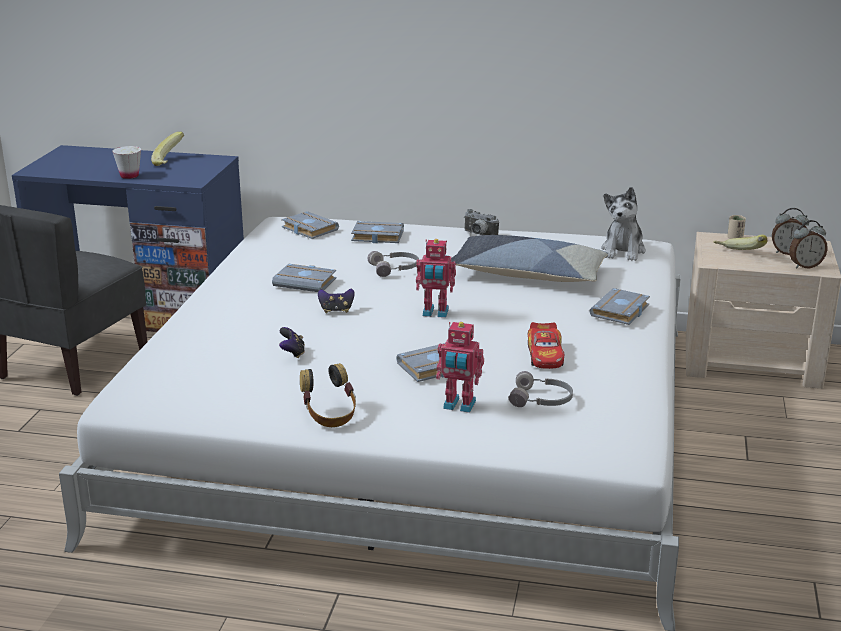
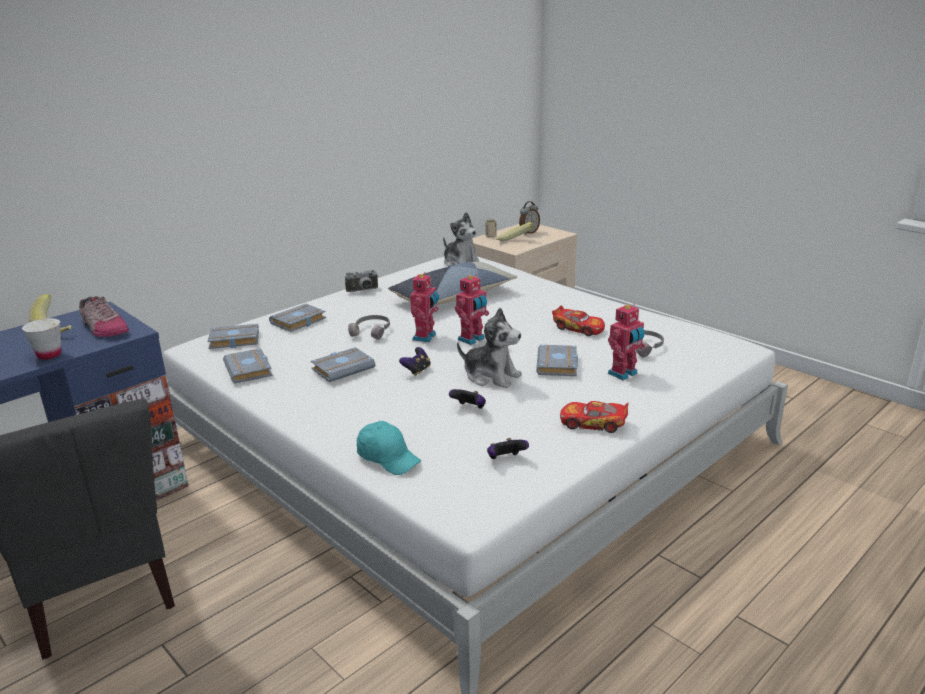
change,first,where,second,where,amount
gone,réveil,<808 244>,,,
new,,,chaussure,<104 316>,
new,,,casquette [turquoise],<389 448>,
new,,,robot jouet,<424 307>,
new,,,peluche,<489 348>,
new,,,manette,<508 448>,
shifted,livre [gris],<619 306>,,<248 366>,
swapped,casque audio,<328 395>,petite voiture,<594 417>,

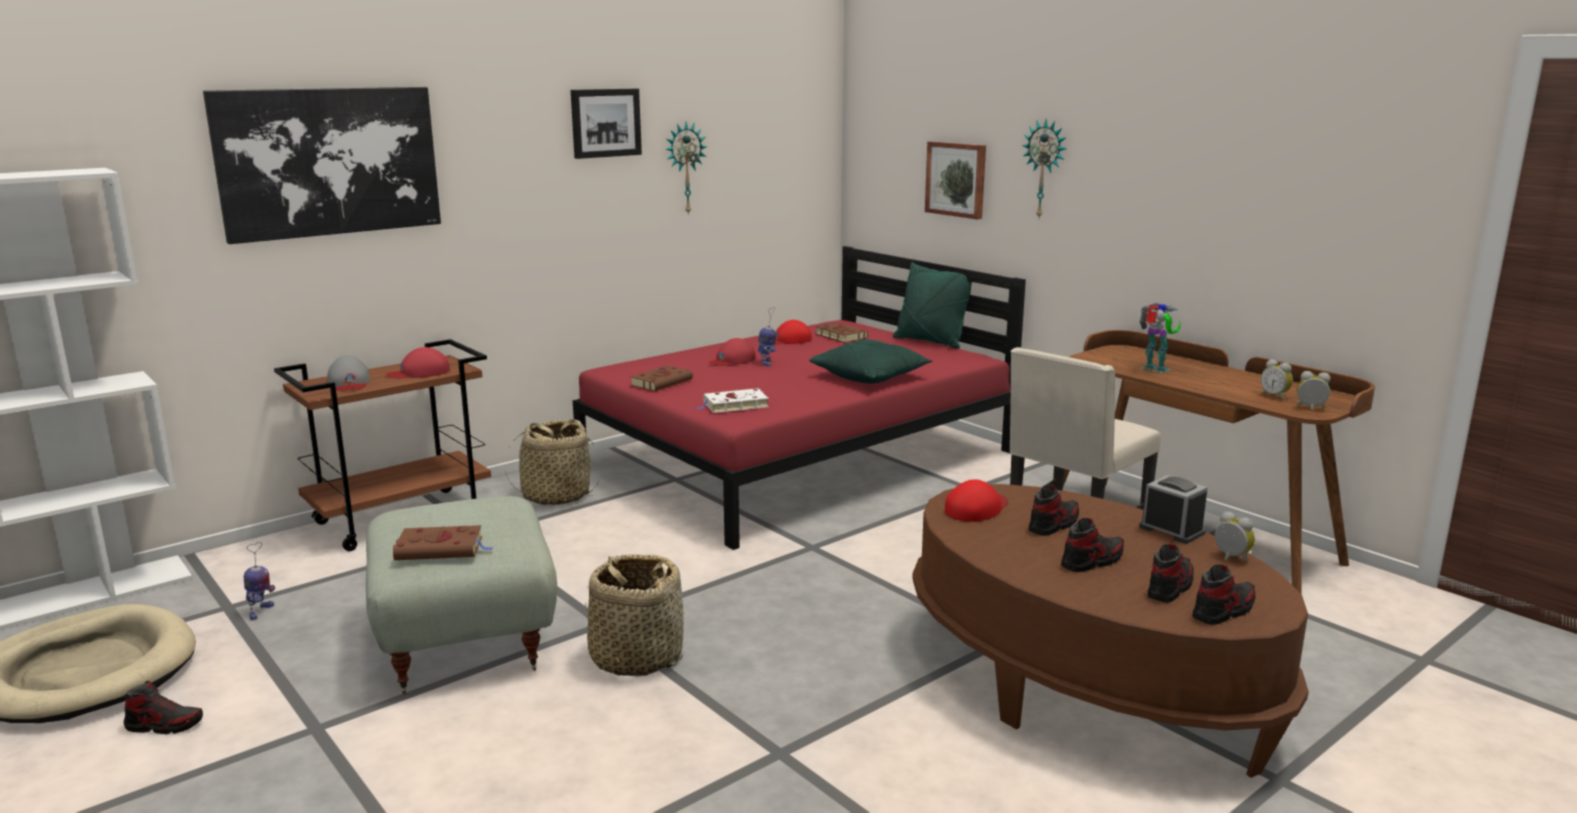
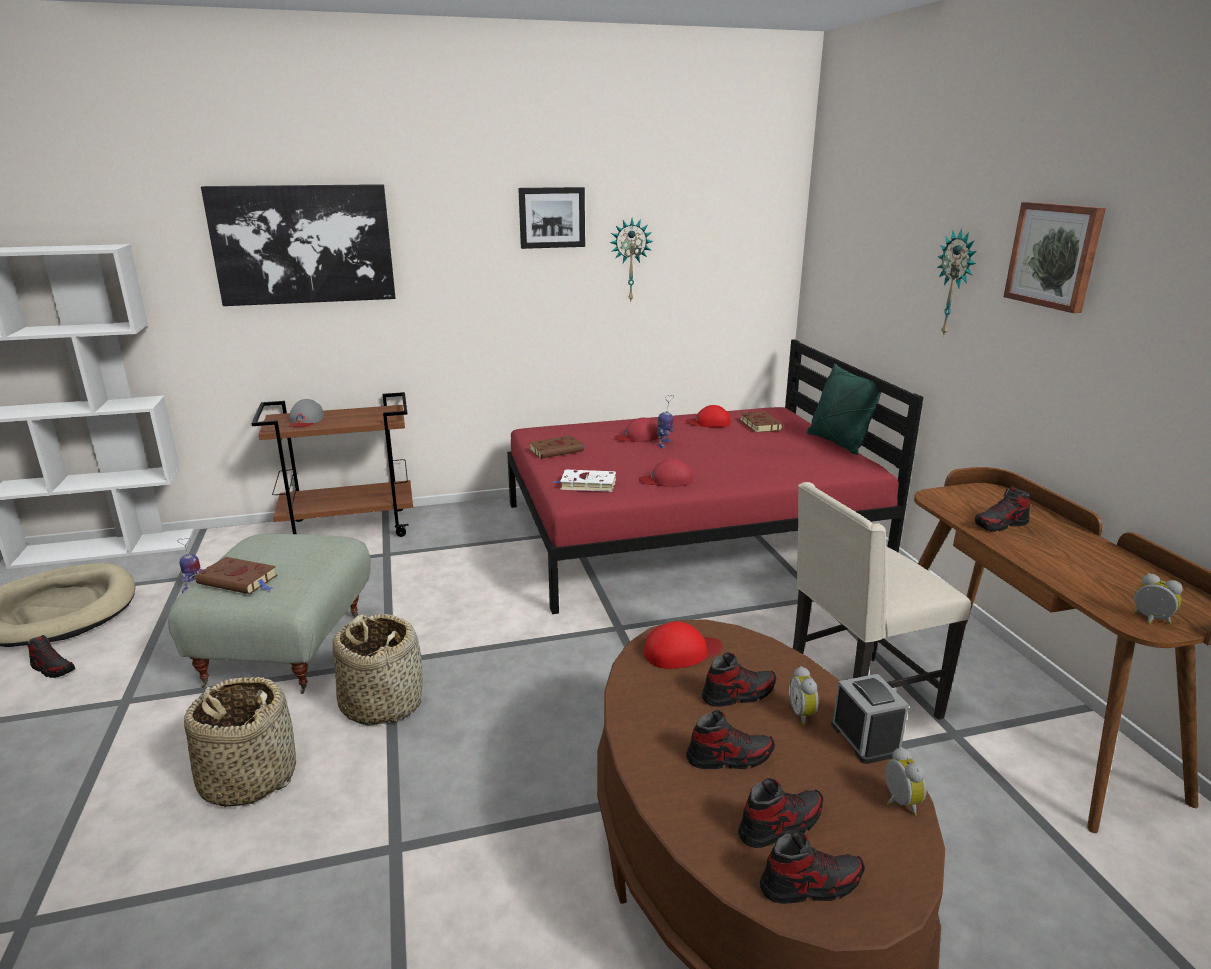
change,first,where,second,where,amount
gone,coussin [vert],<870 361>,,,
shifted,casquette [rouge],<418 363>,,<666 473>,
shifted,panier,<551 462>,,<240 742>,
shifted,tableau,<955 180>,,<1055 257>,
shifted,réveil,<1277 379>,,<803 696>,
swapped,robot jouet,<1160 338>,chaussure,<1002 509>,

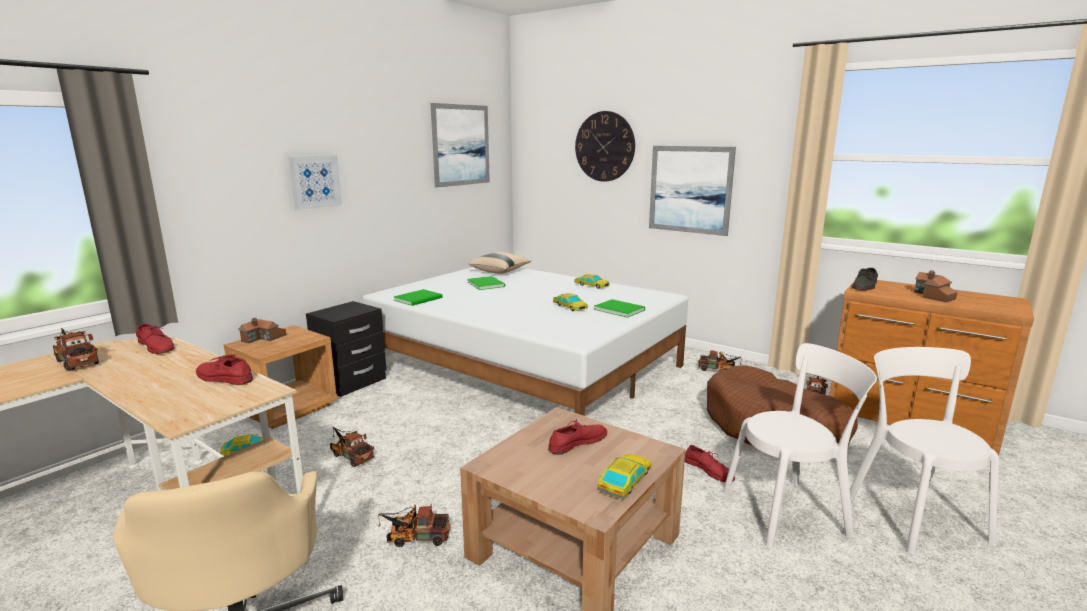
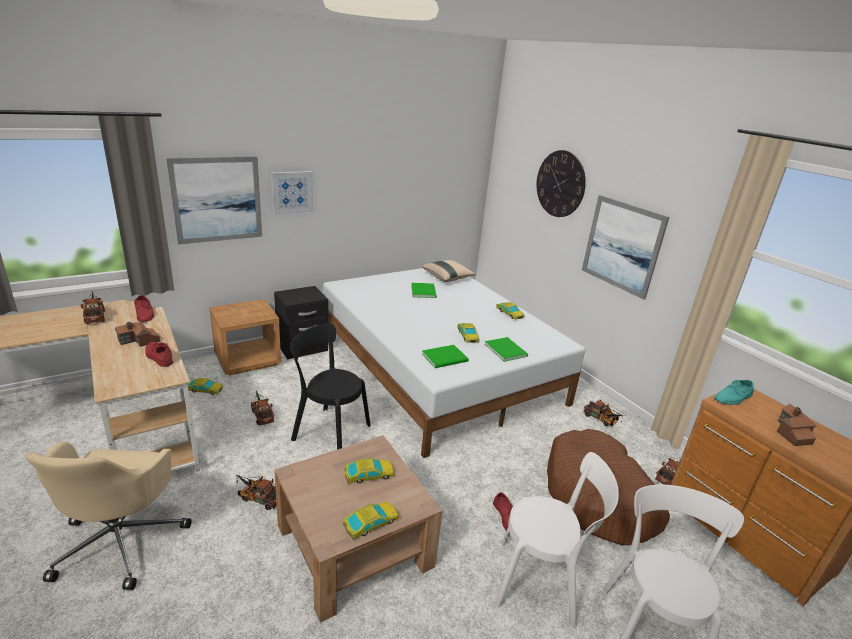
change,first,where,second,where,amount
new,,,chaise [noir],<330 386>,
shifted,maison miniature,<262 330>,,<137 334>,
shifted,livre [vert],<418 297>,,<445 356>,
shifted,tableau,<460 145>,,<214 200>,
swapped,chaussure [rouge],<577 437>,petite voiture,<369 471>,
repainted,chaussure [gris],<865 279>,chaussure [turquoise],<734 392>,

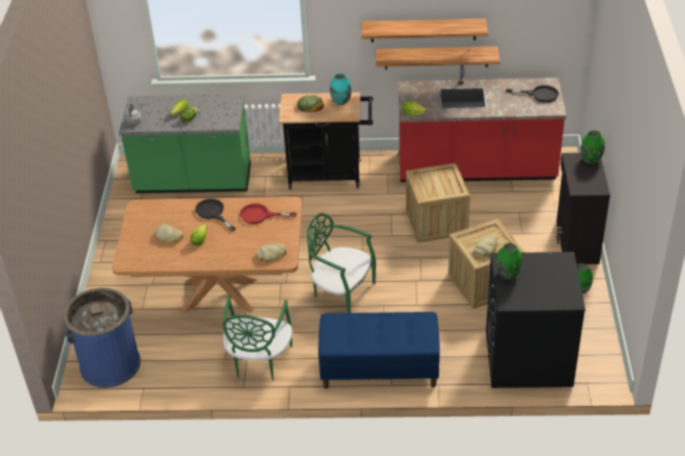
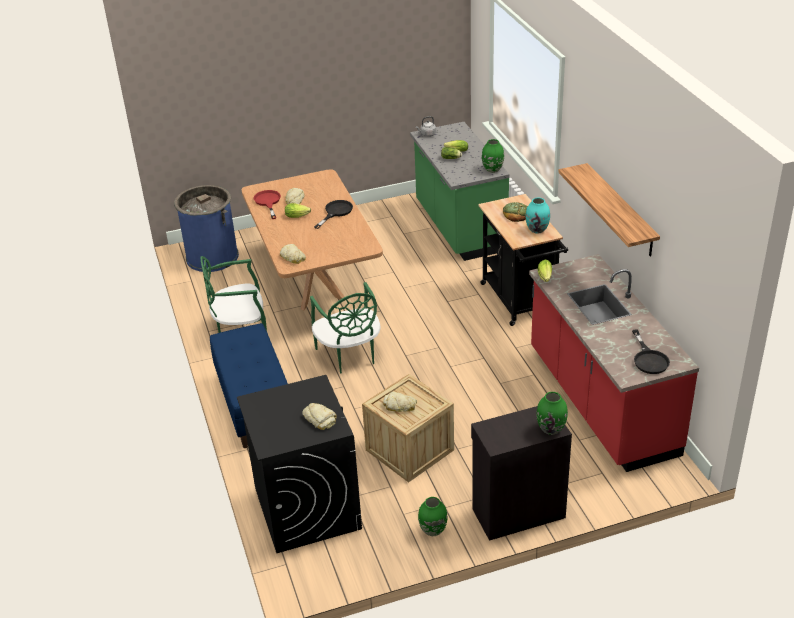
change,first,where,second,where,amount
gone,étagère,<438 57>,,,
gone,caisse,<438 203>,,,
new,,,pain,<319 416>,
shifted,poêle [rouge],<268 213>,,<267 204>,
shifted,vase [vert],<509 261>,,<493 156>,
rotated,chaise [vert],<341 263>,,<345 327>,150 degrees clockwise

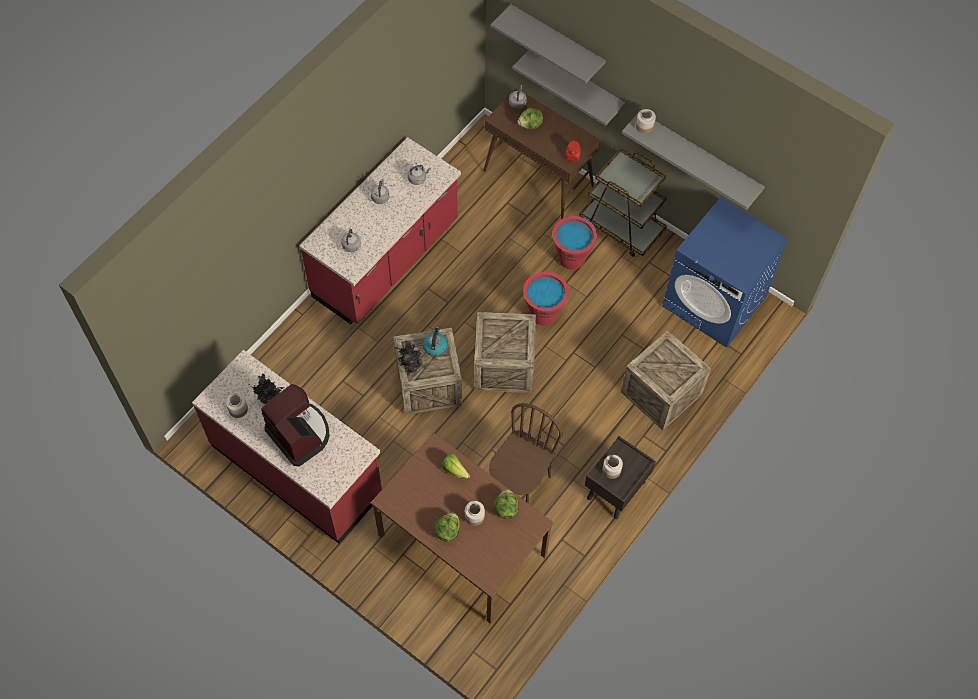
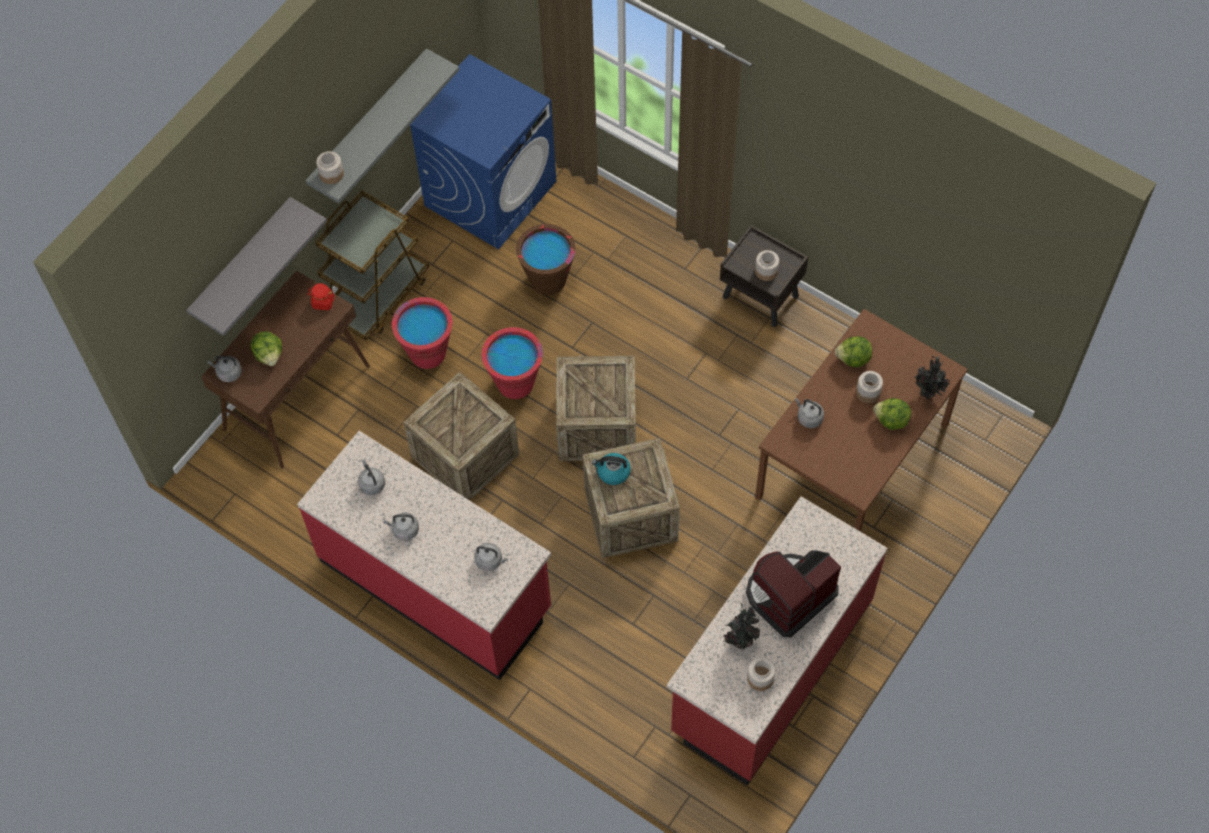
change,first,where,second,where,amount
gone,chaise [marron],<525 453>,,,
gone,étagère [gris],<548 44>,,,
new,,,seau [marron],<546 259>,
shifted,plante en pot,<408 357>,,<932 378>,
shifted,caisse,<666 380>,,<461 436>,
swapped,laitue,<456 466>,bouilloire [gris],<809 413>,

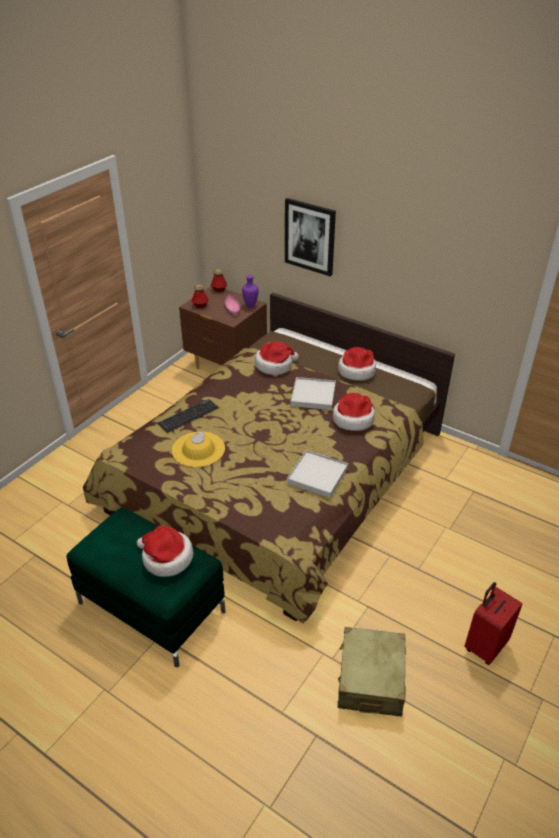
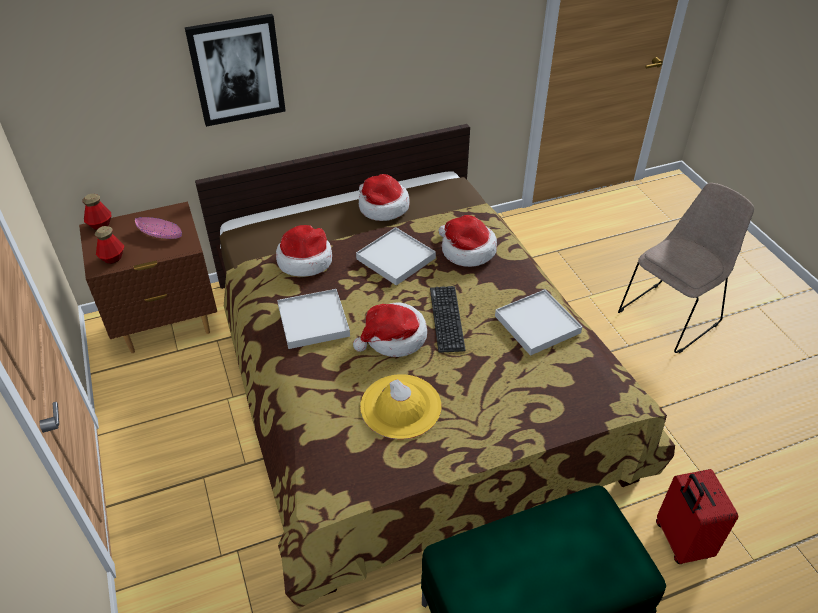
change,first,where,second,where,amount
gone,vase [violet],<250 291>,,,
gone,valise [beige],<372 671>,,,
new,,,plateau [blanc],<313 319>,
new,,,chaise [beige],<686 268>,
shifted,chapeau,<165 551>,,<390 329>,
shifted,clavier,<188 416>,,<448 319>,
shifted,valise [rouge],<493 623>,,<697 516>,

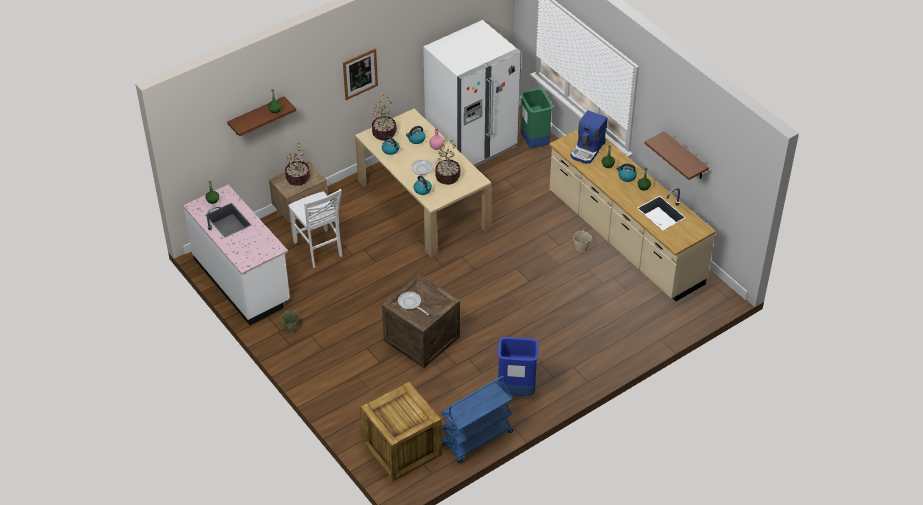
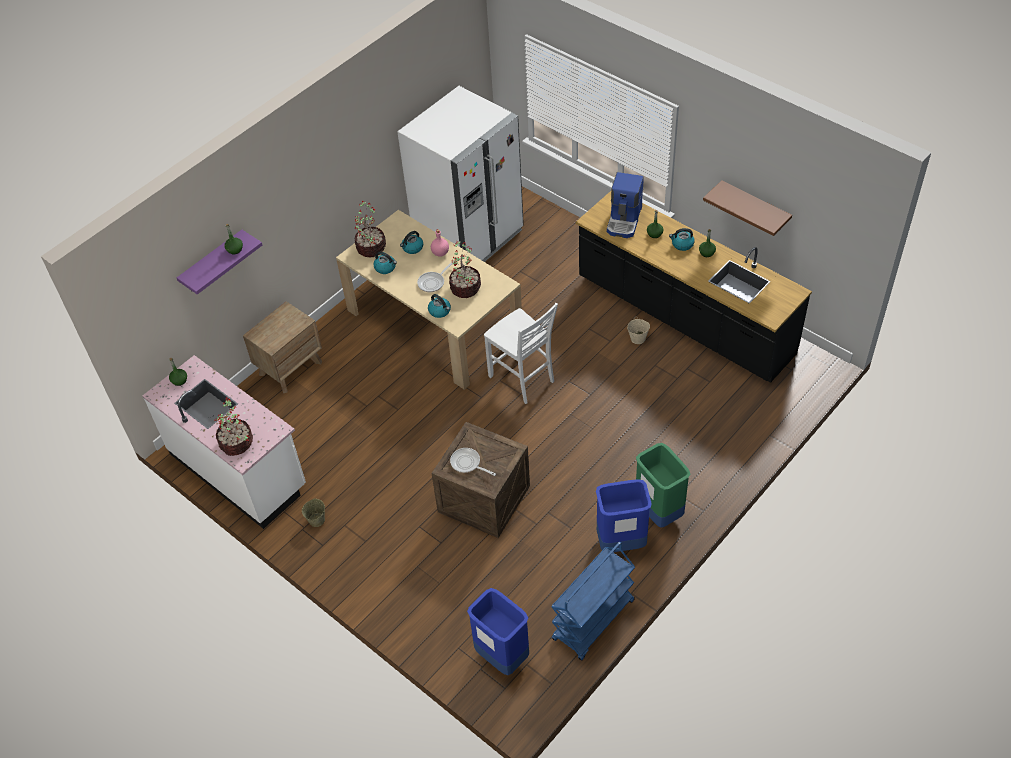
change,first,where,second,where,amount
gone,tableau,<360 74>,,,
shifted,plante en pot,<297 164>,,<234 427>,
shifted,chaise [blanc],<315 228>,,<521 353>,
shifted,poubelle [vert],<536 118>,,<663 485>,
swapped,caisse,<401 431>,poubelle [bleu],<498 631>,
repainted,étagère [marron],<261 117>,étagère [violet],<219 262>,
repainted,comptoir de cuisine [beige],<632 215>,comptoir de cuisine [noir],<694 287>,

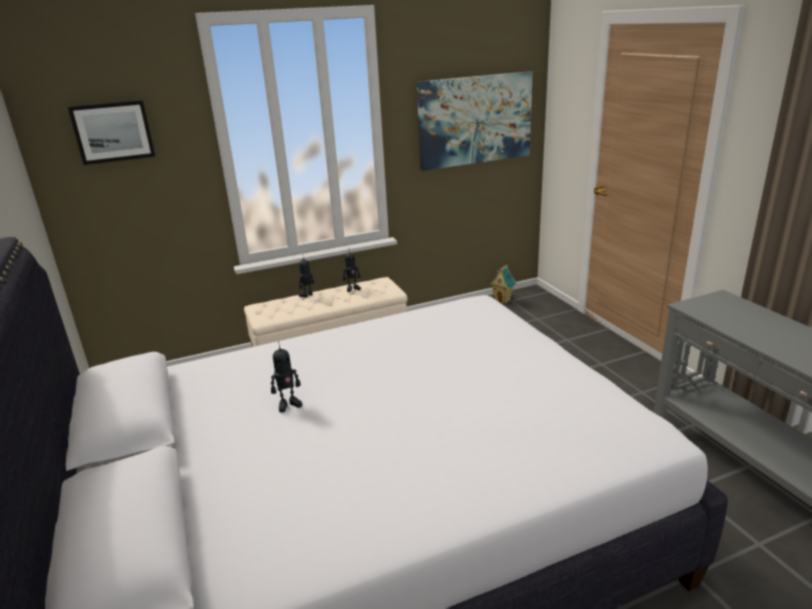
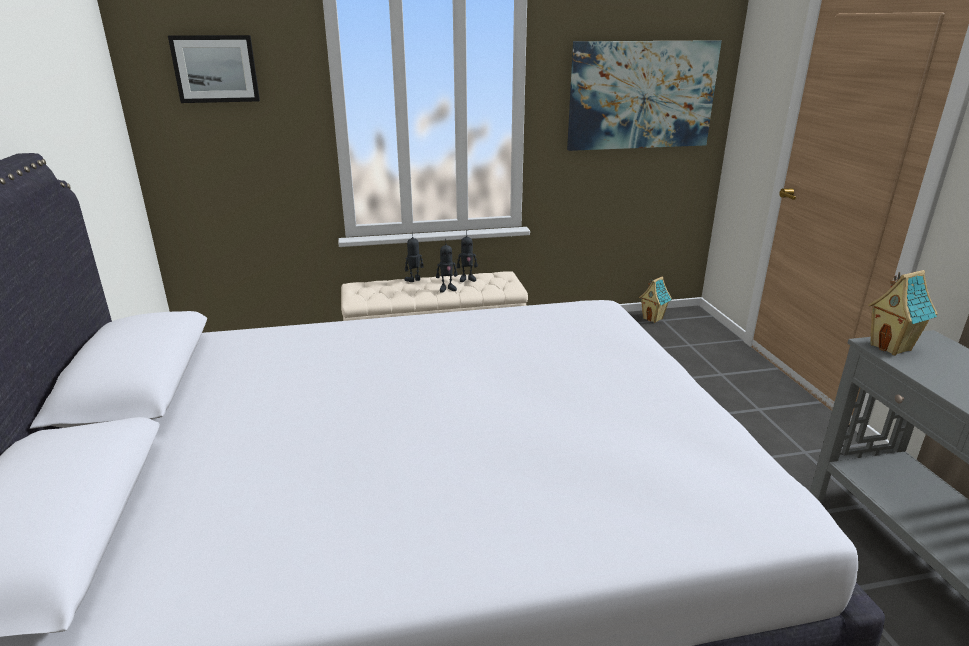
change,first,where,second,where,amount
new,,,maison miniature,<903 312>,
shifted,robot jouet,<286 377>,,<447 268>,

